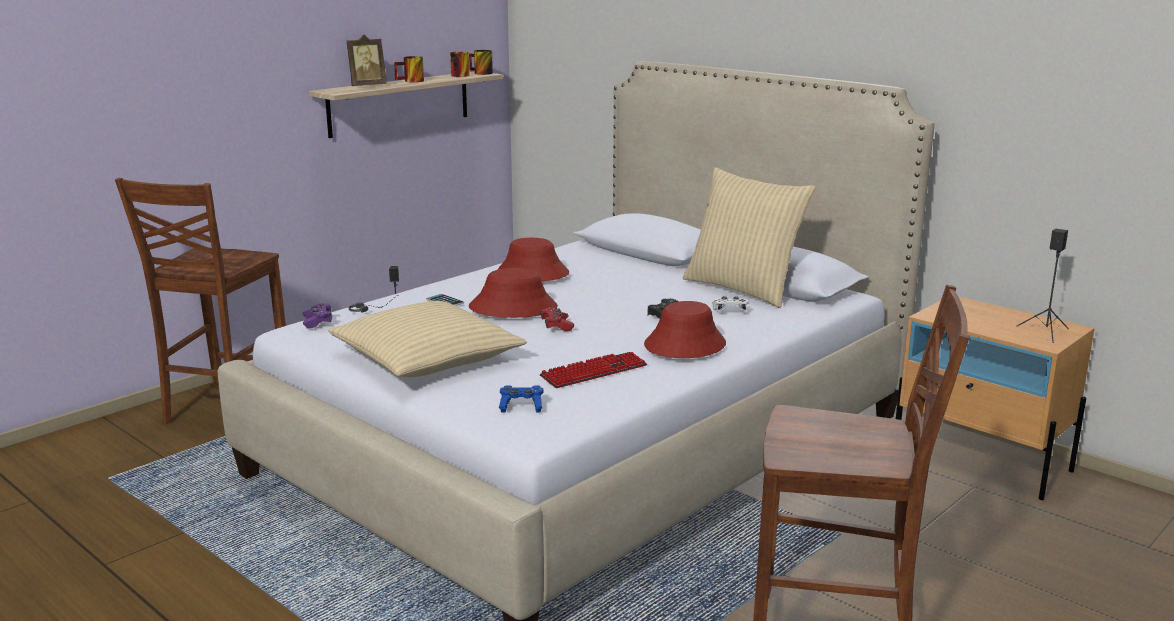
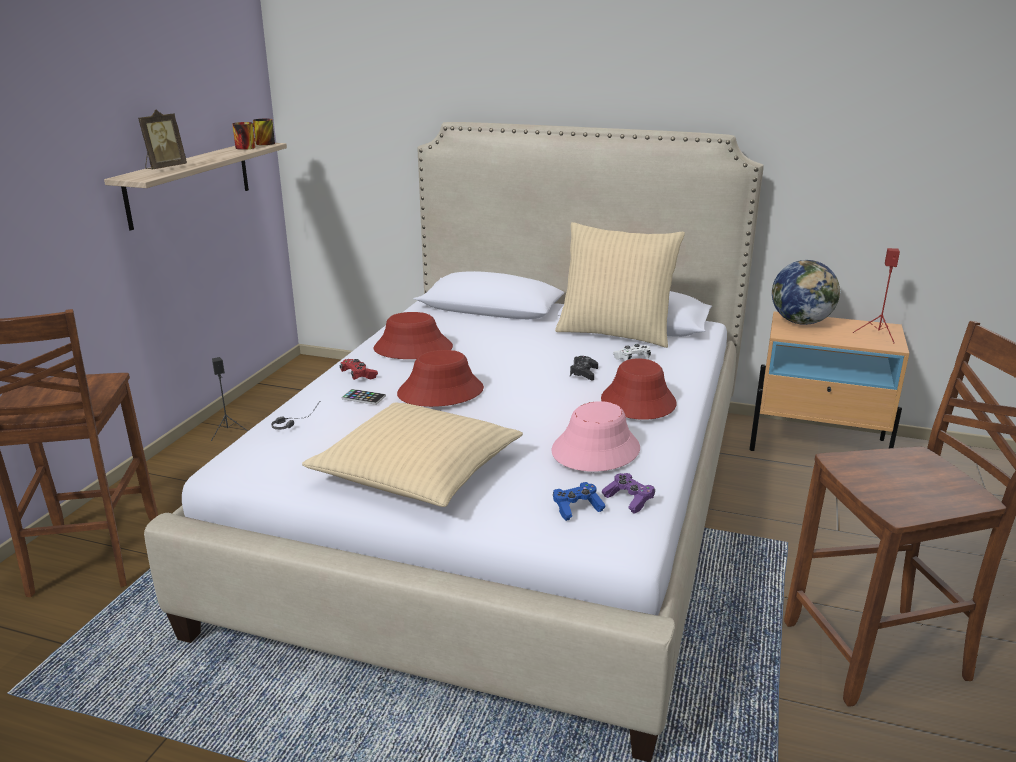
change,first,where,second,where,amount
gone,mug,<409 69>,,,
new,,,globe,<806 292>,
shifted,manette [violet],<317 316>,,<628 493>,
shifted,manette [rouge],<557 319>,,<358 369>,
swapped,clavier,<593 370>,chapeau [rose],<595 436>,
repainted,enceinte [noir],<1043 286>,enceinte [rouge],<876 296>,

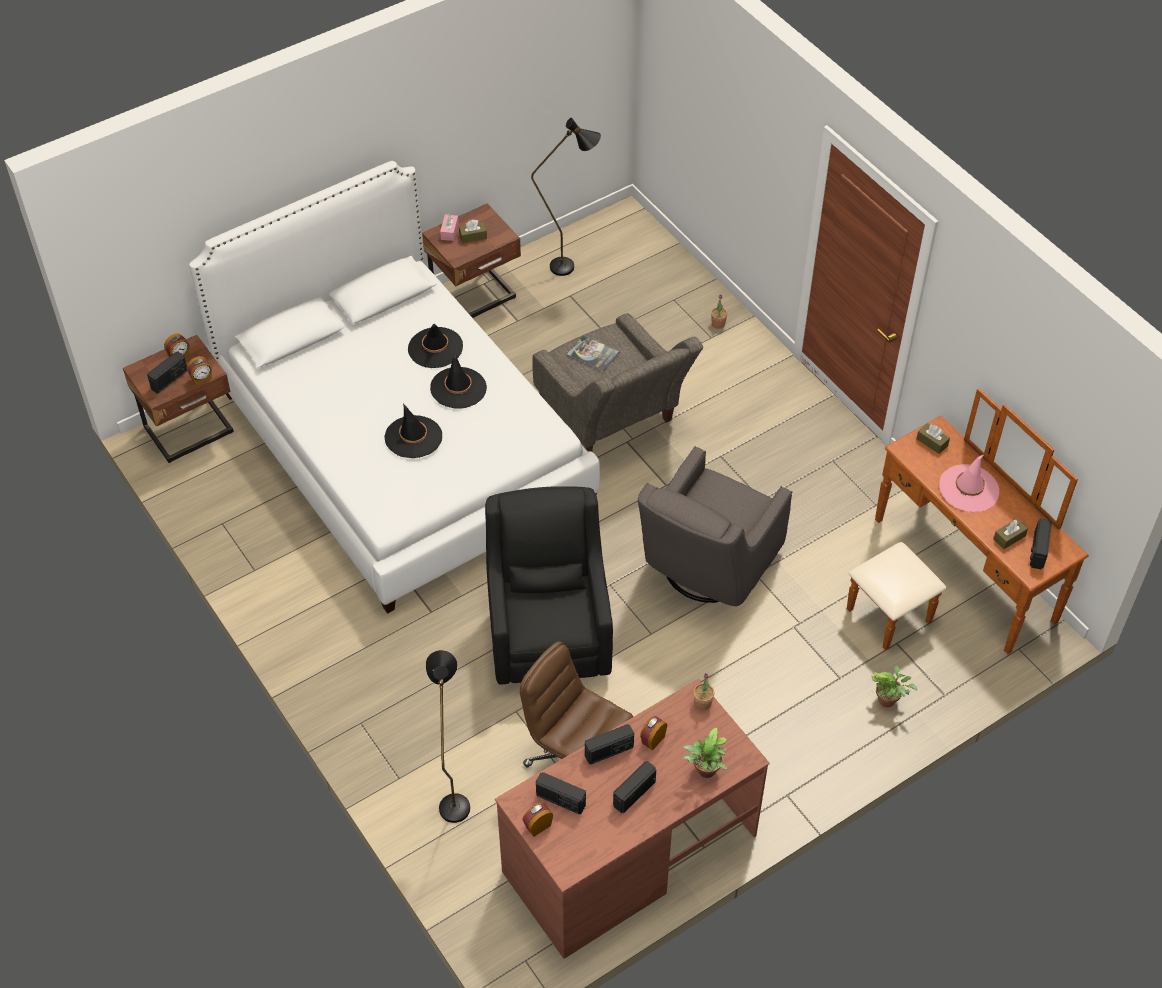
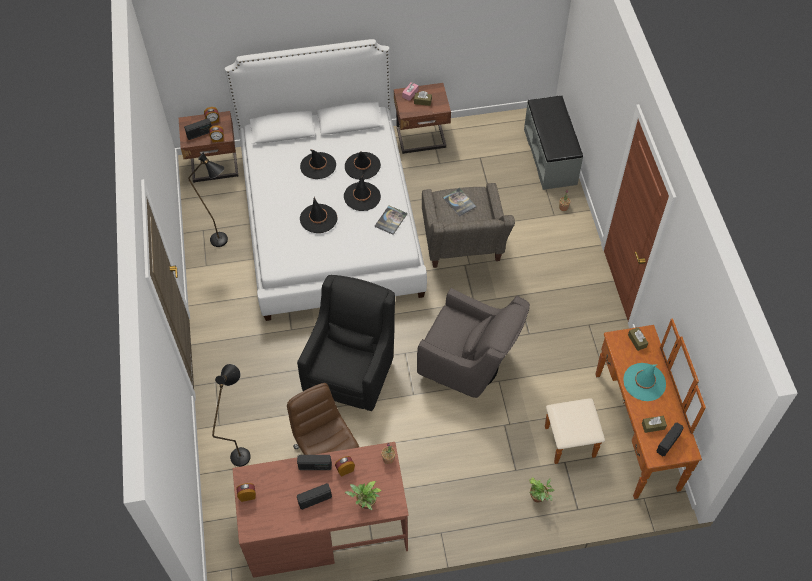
change,first,where,second,where,amount
gone,radio,<561 793>,,,
new,,,chapeau [noir],<318 164>,
new,,,livre,<391 220>,
new,,,banc [gris],<553 142>,
shifted,lampadaire [noir],<566 197>,,<208 200>,
repainted,chapeau [rose],<969 483>,chapeau [turquoise],<644 382>,
rotated,fauteuil [gris],<715 526>,,<473 343>,120 degrees counterclockwise

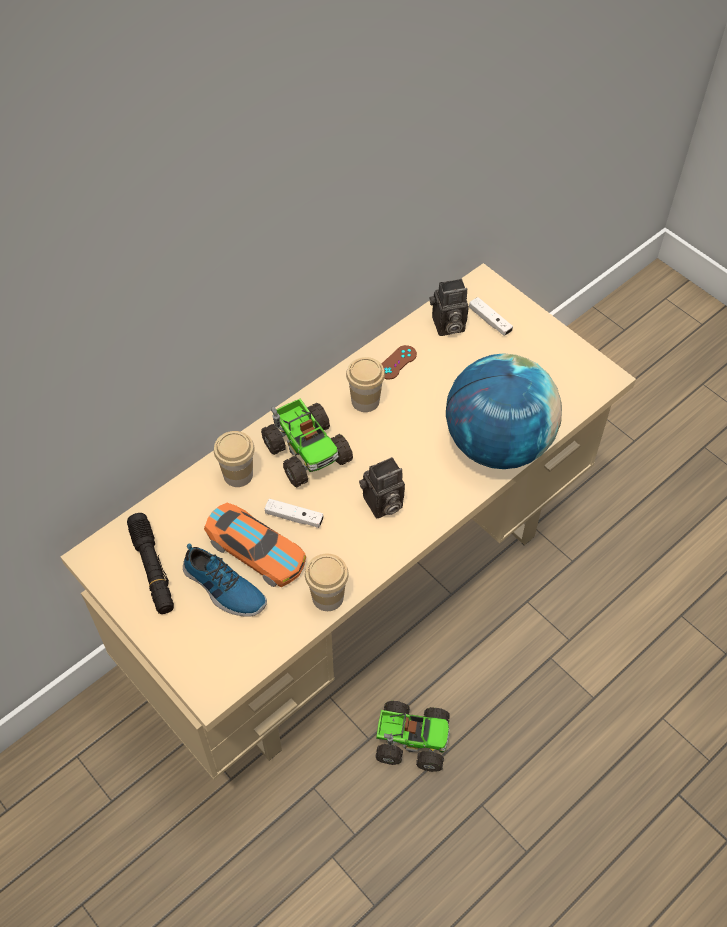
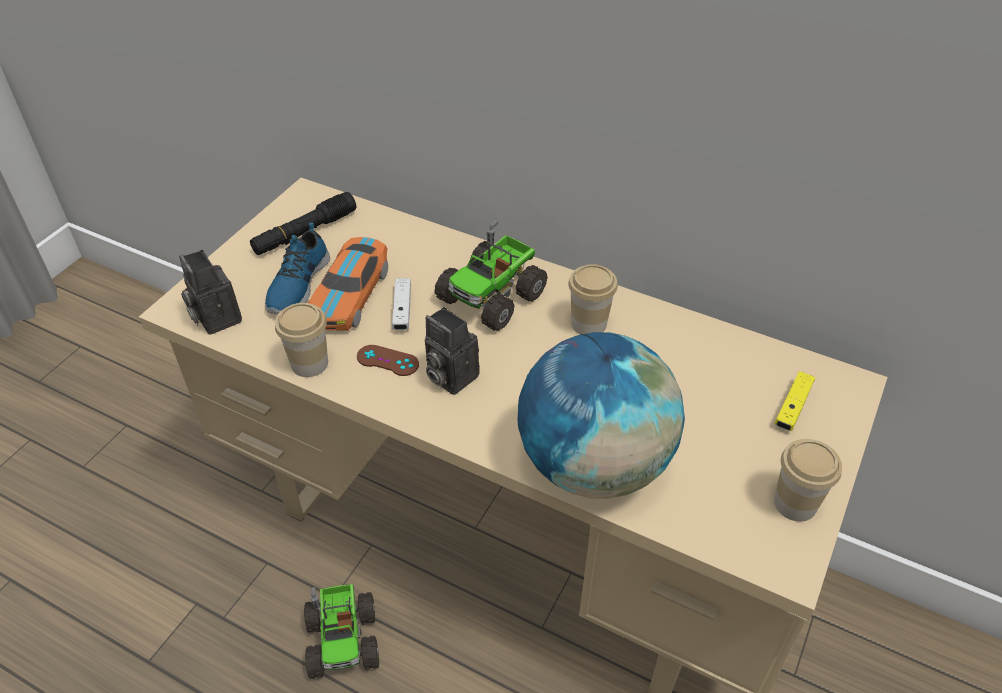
change,first,where,second,where,amount
shifted,tasse,<234 459>,,<808 480>,
shifted,manette [marron],<399 362>,,<388 360>,
shifted,appareil photo,<449 307>,,<210 292>,
repainted,manette [blanc],<491 316>,manette [jaune],<794 401>,

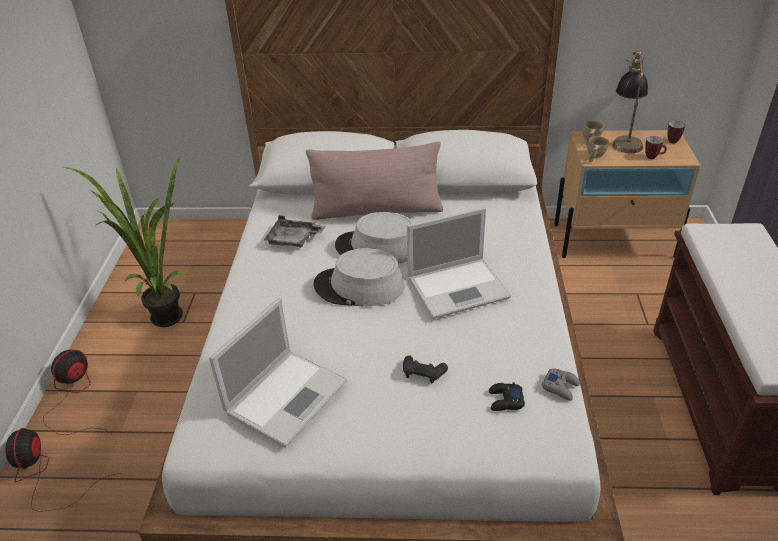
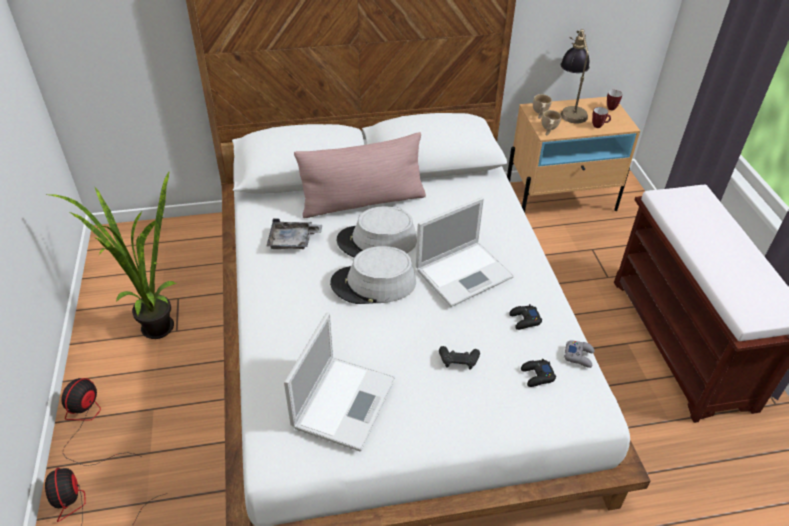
change,first,where,second,where,amount
new,,,manette [noir],<525 317>,

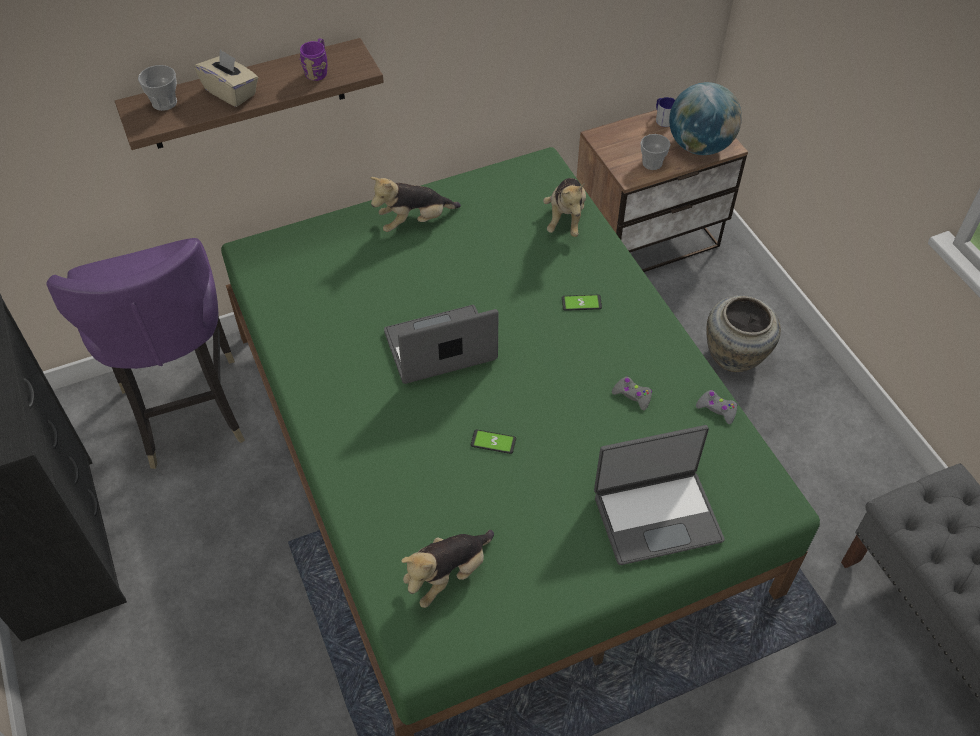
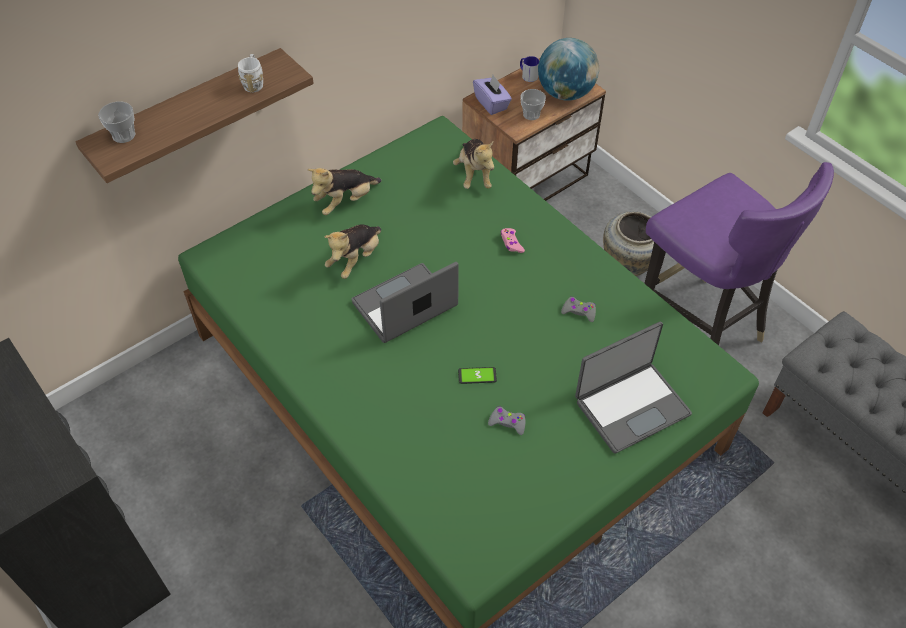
change,first,where,second,where,amount
gone,boîte à mouchoirs [beige],<226 78>,,,
new,,,boîte à mouchoirs [violet],<492 95>,
shifted,chaise [violet],<145 353>,,<739 253>,
shifted,peluche,<447 569>,,<353 251>,
shifted,manette [gris],<717 407>,,<506 420>,
swapped,téléphone,<582 303>,manette [rose],<513 240>,
repainted,mug [violet],<313 59>,mug [blanc],<250 73>,

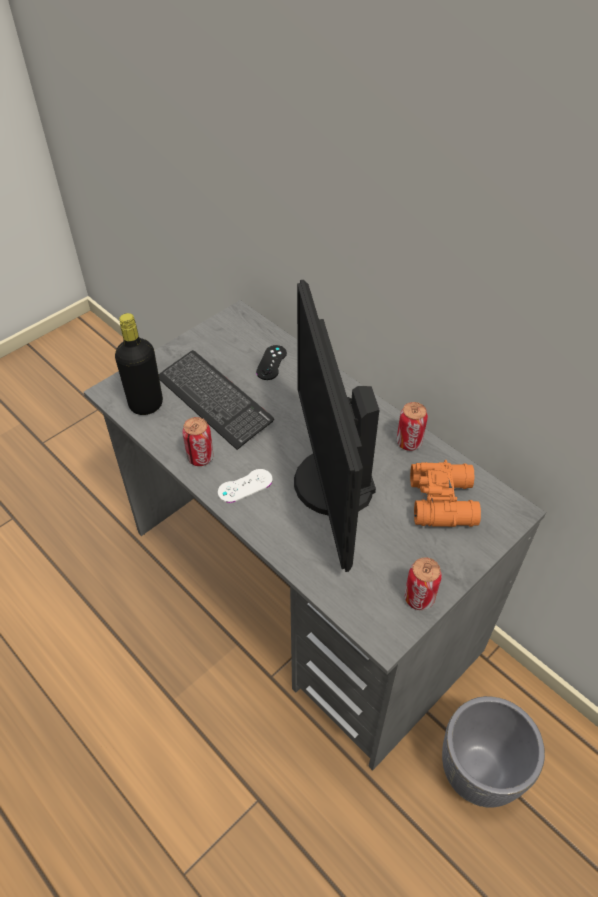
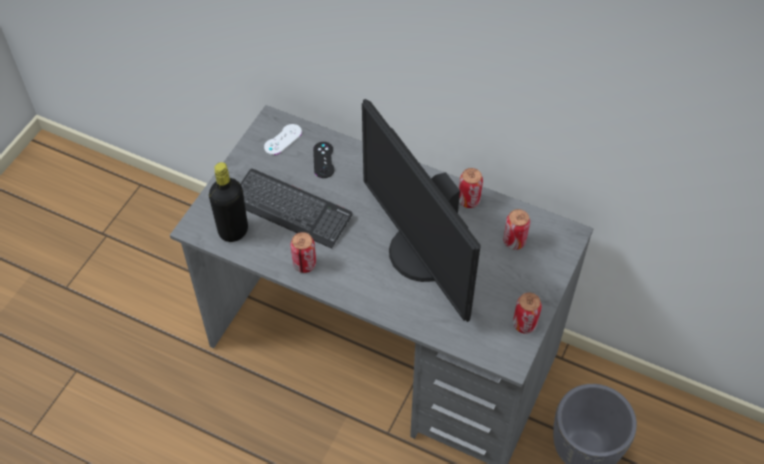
change,first,where,second,where,amount
shifted,manette [blanc],<245 486>,,<283 139>,
swapped,jumelles [orange],<445 493>,boîte métallique,<516 229>,

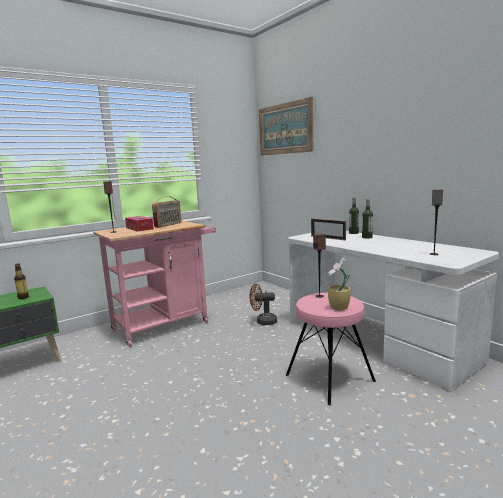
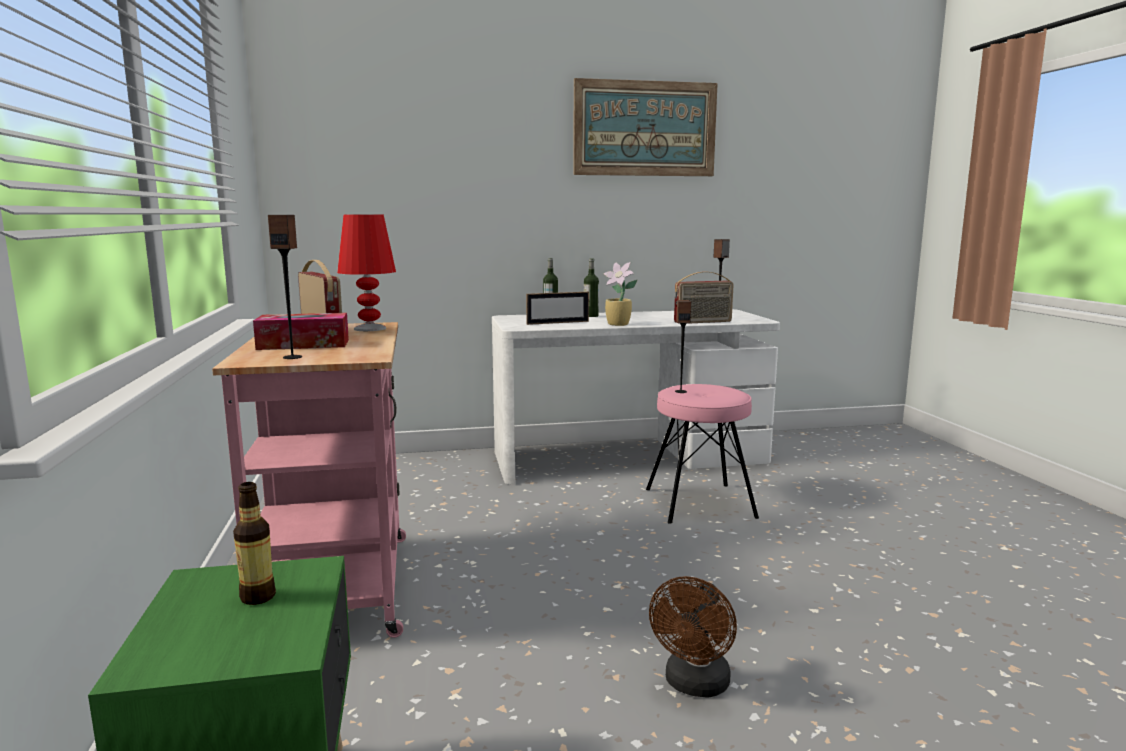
change,first,where,second,where,amount
new,,,lampe de table [rouge],<366 273>,
new,,,radio,<703 297>,
shifted,ventilateur [marron],<263 304>,,<693 637>,
shifted,tableau,<286 126>,,<645 127>,
shifted,plante en pot,<339 283>,,<620 294>,

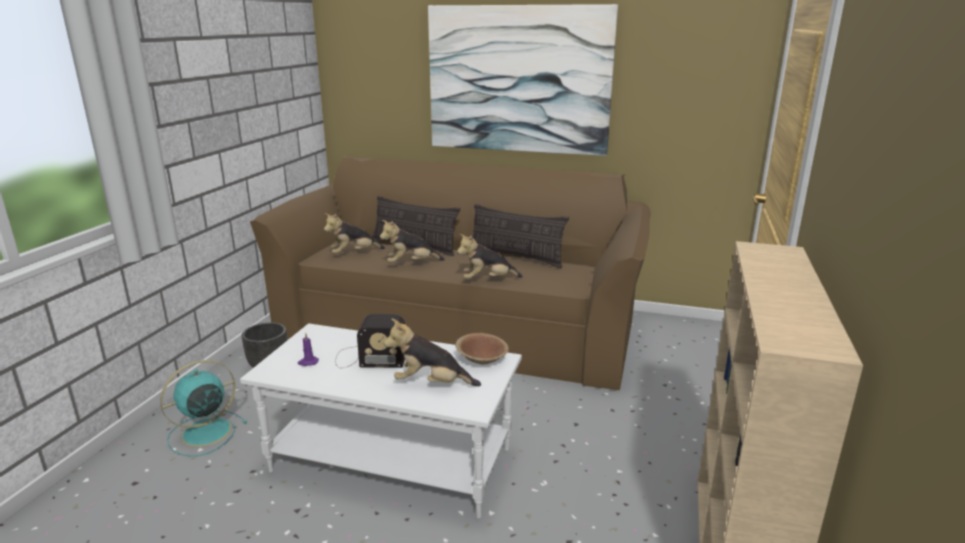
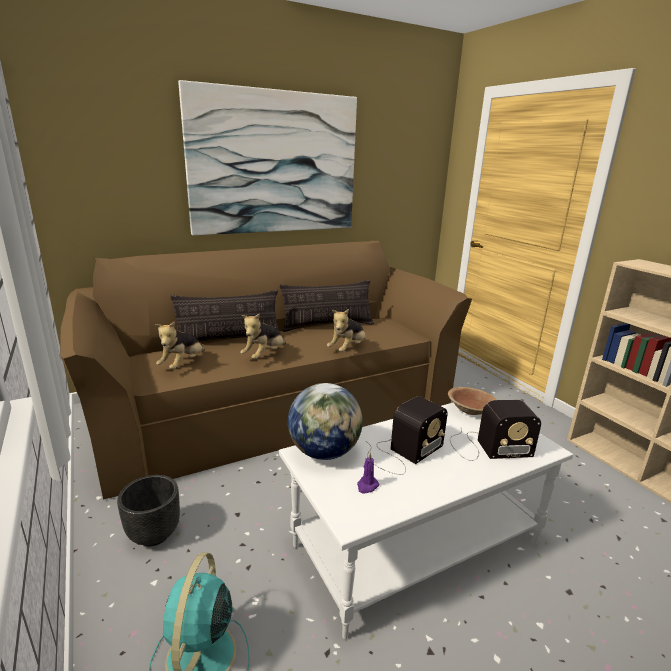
change,first,where,second,where,amount
new,,,globe,<325 421>,
swapped,peluche,<432 352>,radio,<495 430>,

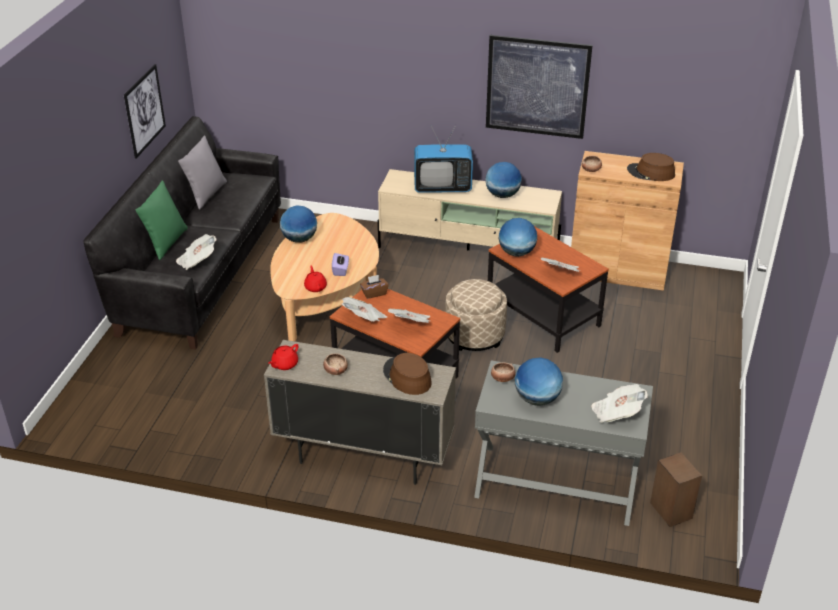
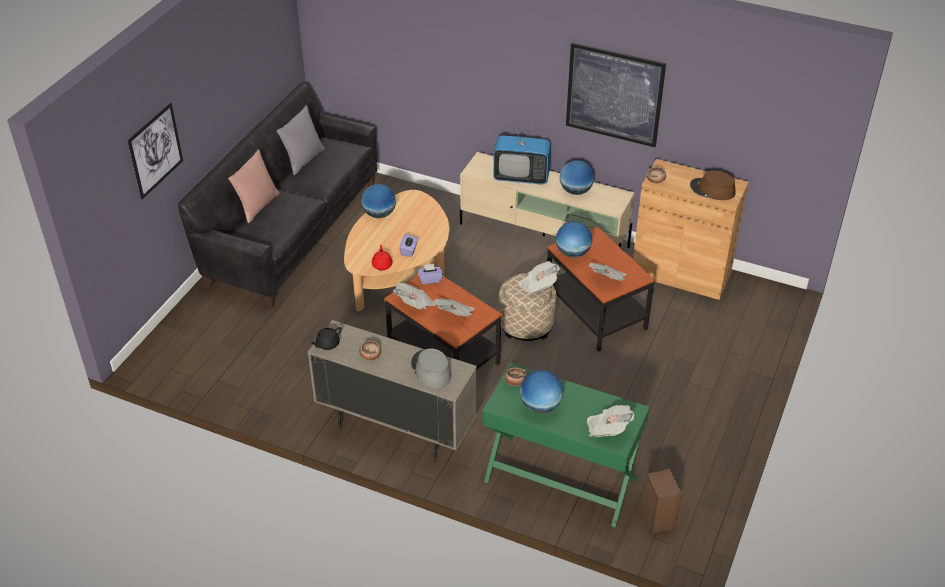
change,first,where,second,where,amount
shifted,tableau,<145 111>,,<155 151>,
shifted,journal,<196 252>,,<539 278>,
repainted,coussin [vert],<162 220>,coussin [rose],<254 186>,
repainted,théière [rouge],<283 357>,théière [noir],<326 338>,
repainted,boîte à mouchoirs [marron],<374 287>,boîte à mouchoirs [violet],<430 274>,
repainted,chapeau [marron],<407 374>,chapeau [gris],<431 368>,
repainted,table console [gris],<563 443>,table console [vert],<566 445>,

